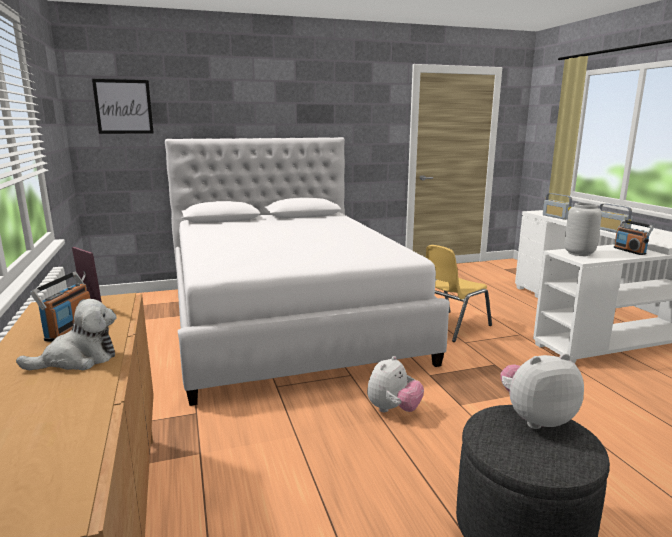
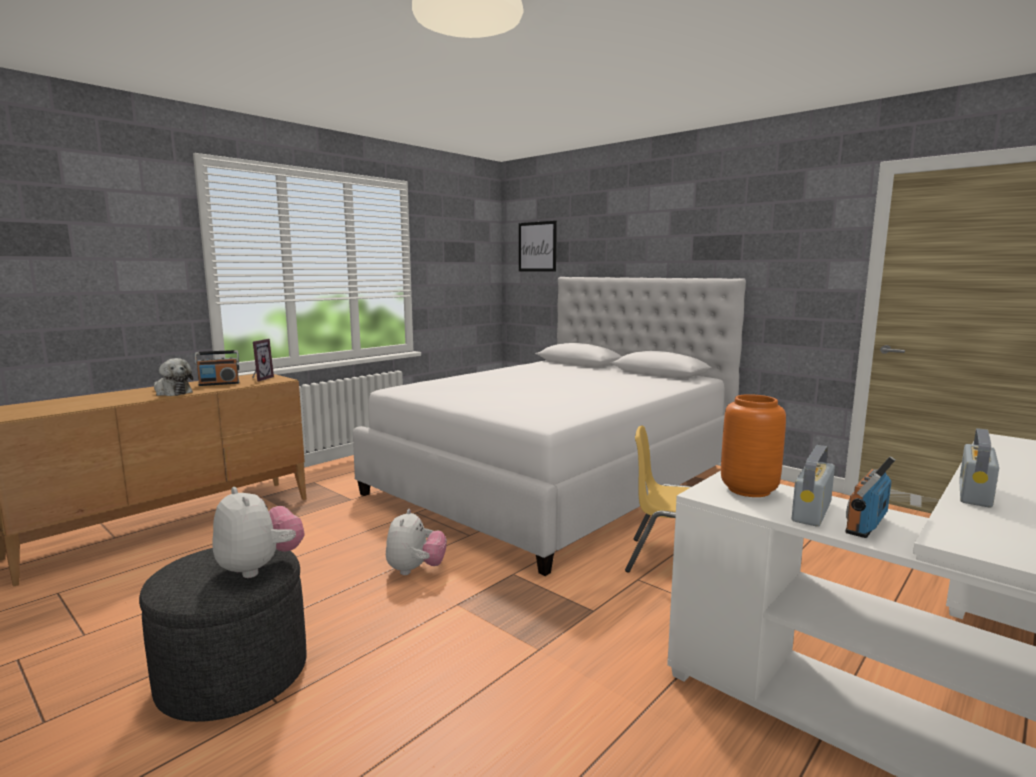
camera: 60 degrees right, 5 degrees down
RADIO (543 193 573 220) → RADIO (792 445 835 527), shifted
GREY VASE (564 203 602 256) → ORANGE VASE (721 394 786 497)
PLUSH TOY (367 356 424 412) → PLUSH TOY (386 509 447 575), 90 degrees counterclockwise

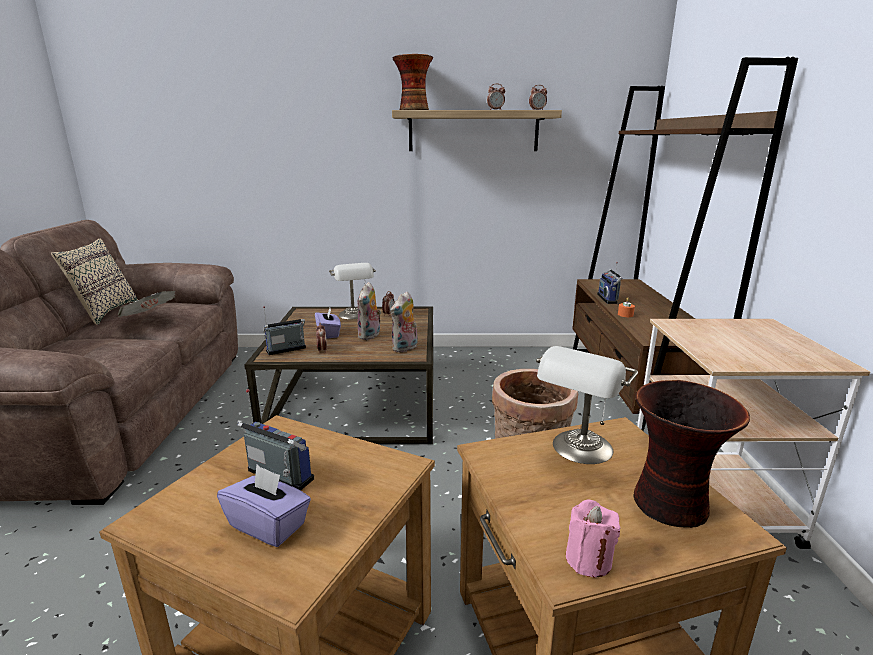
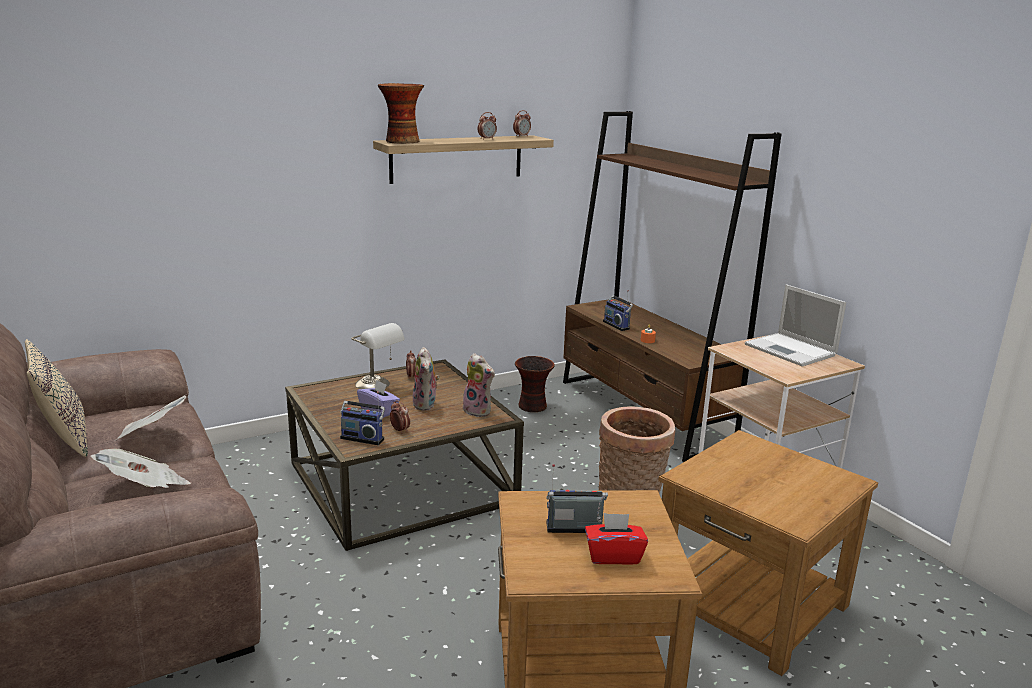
camera: 30 degrees left, 0 degrees up
WHITE TABLE LAMP (536 346 638 464) → -
PINK CANDLE (566 499 620 577) → -
- → NEWSPAPER (90 448 191 488)
- → LAPTOP (745 284 846 366)
VASE (633 380 750 528) → VASE (515 356 555 412), shifted
PURPLE TISSUE BOX (217 465 311 547) → RED TISSUE BOX (585 513 648 565)
RADIO (263 306 306 355) → RADIO (340 391 385 445), 105 degrees counterclockwise
PLUSH TOY (390 292 418 353) → PLUSH TOY (461 353 495 417), 60 degrees counterclockwise

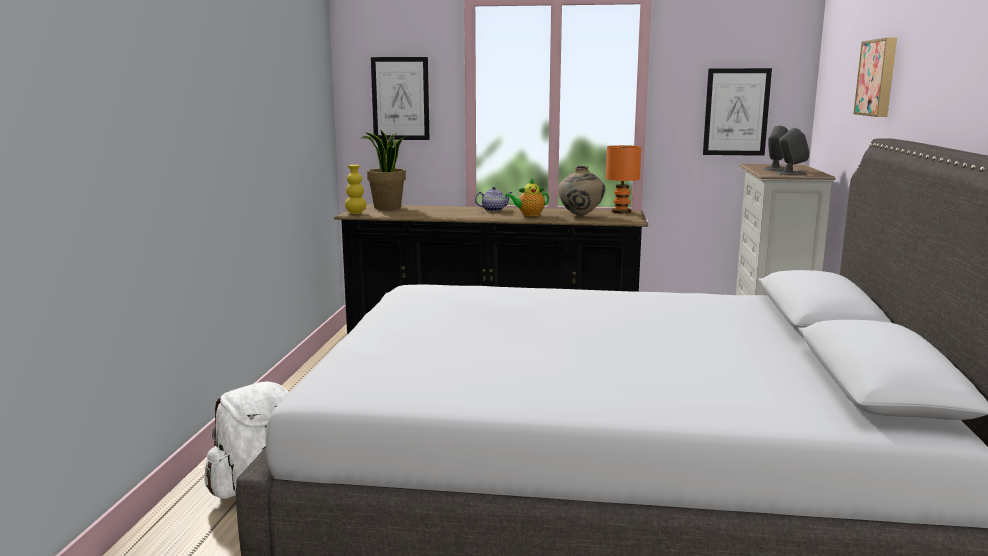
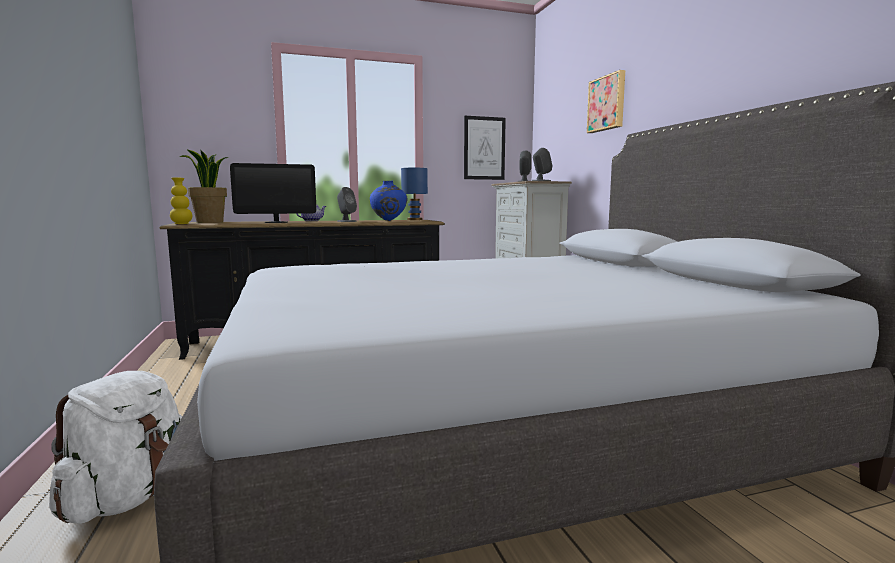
camera: 25 degrees left, 5 degrees down
PICTURE (371 57 429 140) → -
- → MONITOR (230 163 316 223)
TEAPOT (505 178 549 216) → GREY SPEAKER (337 187 357 222)
BEIGE VASE (558 166 605 216) → BLUE VASE (370 181 408 221)
ORANGE TABLE LAMP (606 145 641 214) → BLUE TABLE LAMP (401 168 428 220)

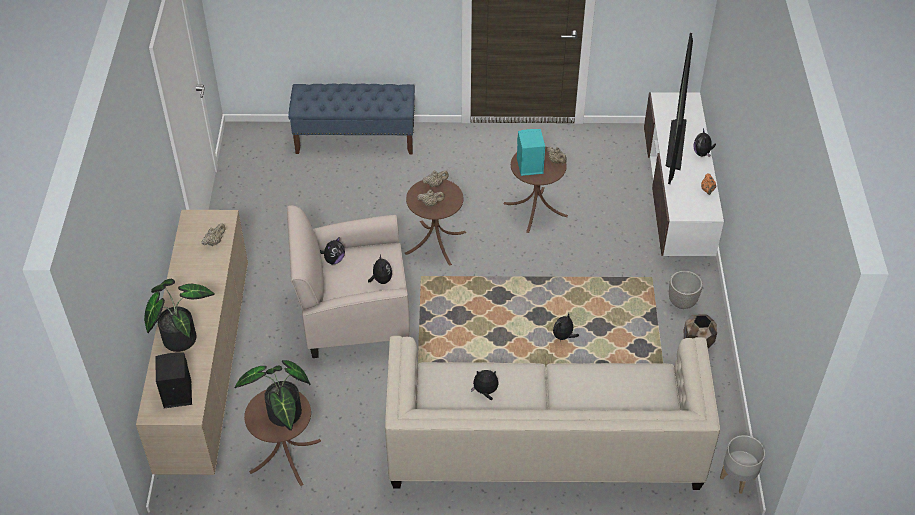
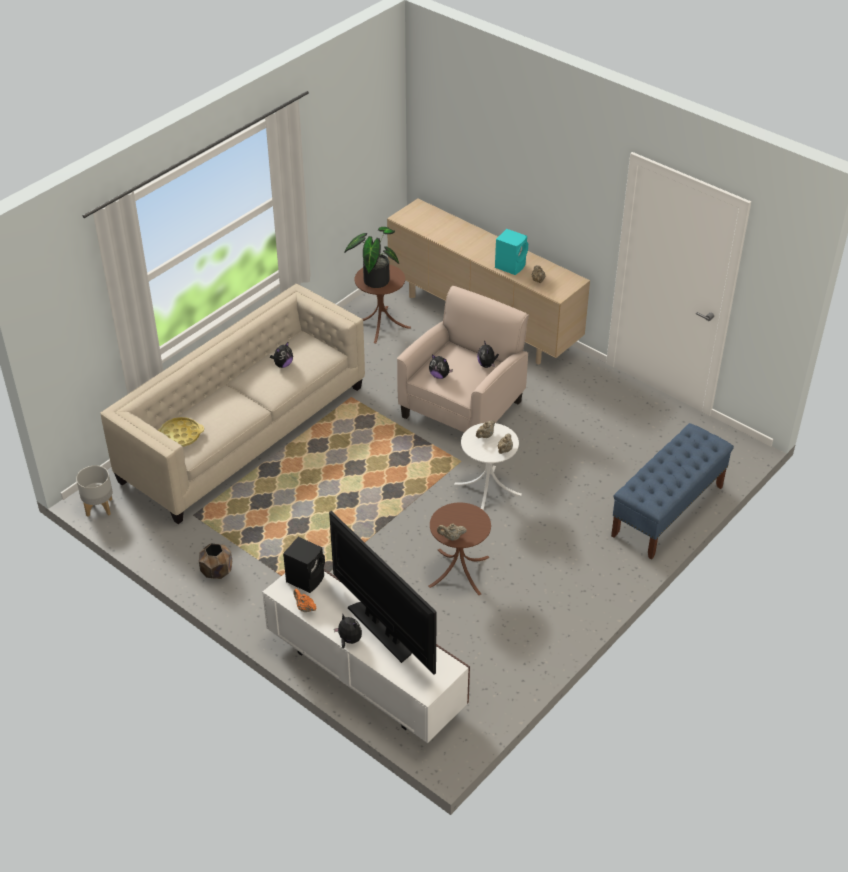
camera: 130 degrees right, 5 degrees down
POTTED PLANT (144 279 215 352) → -
PLUSH TOY (553 313 579 341) → -
PLANTER (669 271 703 309) → -
- → YELLOW TRAY (158 417 204 447)
BLACK SPEAKER (155 352 192 408) → BLACK SPEAKER (283 537 325 593), shifted
TURQUOISE SPEAKER (517 129 545 176) → TURQUOISE SPEAKER (495 229 528 275), shifted
BROWN SIDE TABLE (405 180 466 266) → WHITE SIDE TABLE (454 423 522 510)

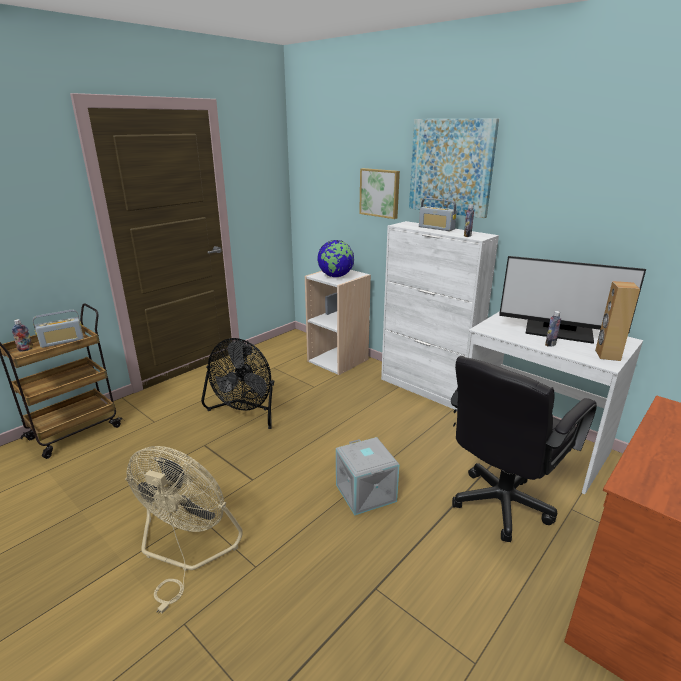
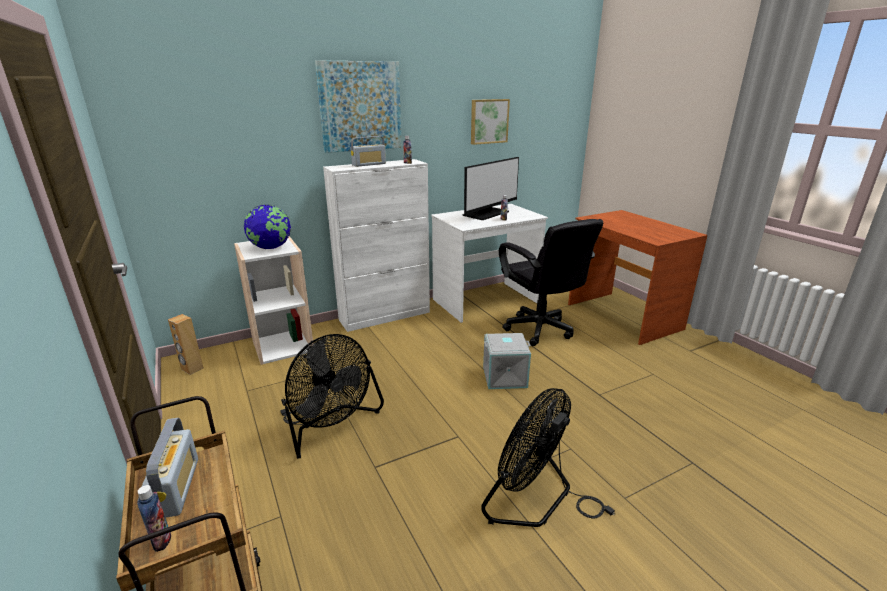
camera: 70 degrees left, 0 degrees up
PICTURE (359 168 400 219) → PICTURE (471 99 510 145), shifted
BROWN SPEAKER (595 281 640 361) → BROWN SPEAKER (168 314 204 375), shifted
BEIGE FAN (125 446 243 614) → BLACK FAN (481 388 615 527)

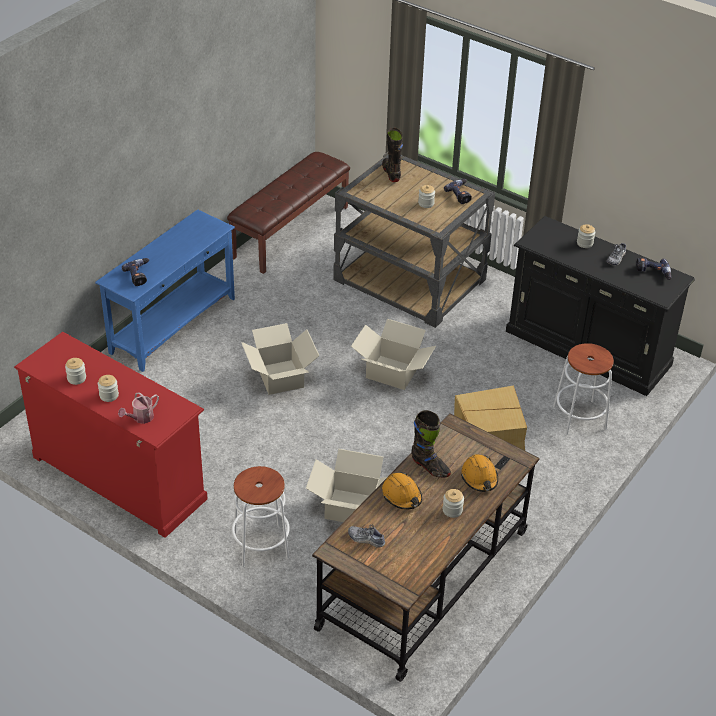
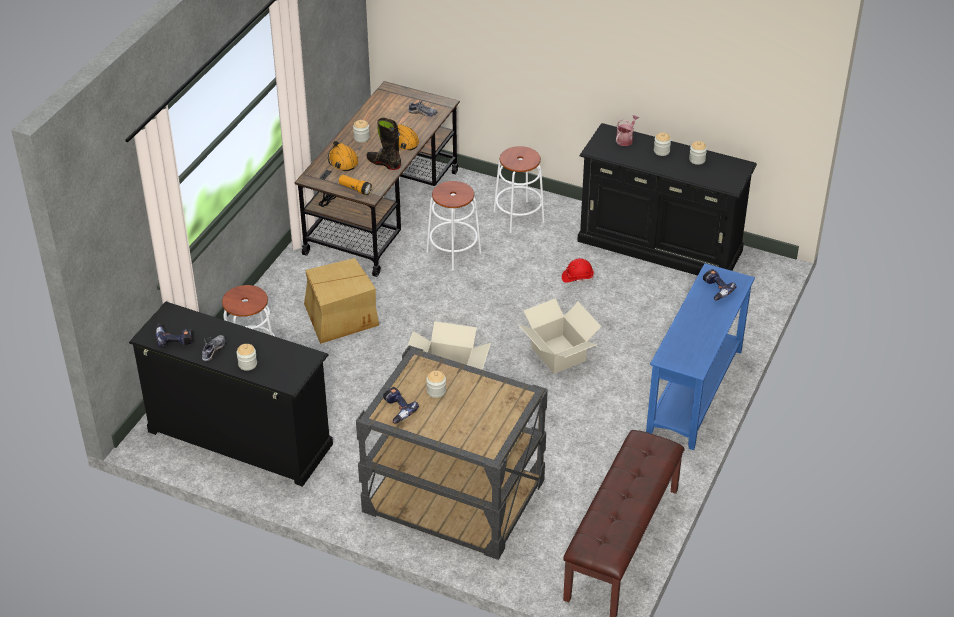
camera: 170 degrees right, 0 degrees up
BLACK BOOT (382 128 403 182) → -
- → FLASHLIGHT (339 174 372 195)
- → RED HARD HAT (562 258 594 283)
CARDBOARD BOX (306 449 387 522) → WHITE STOOL (426 181 482 270)
RED CABINET (14 332 208 538) → BLACK CABINET (577 123 757 276)

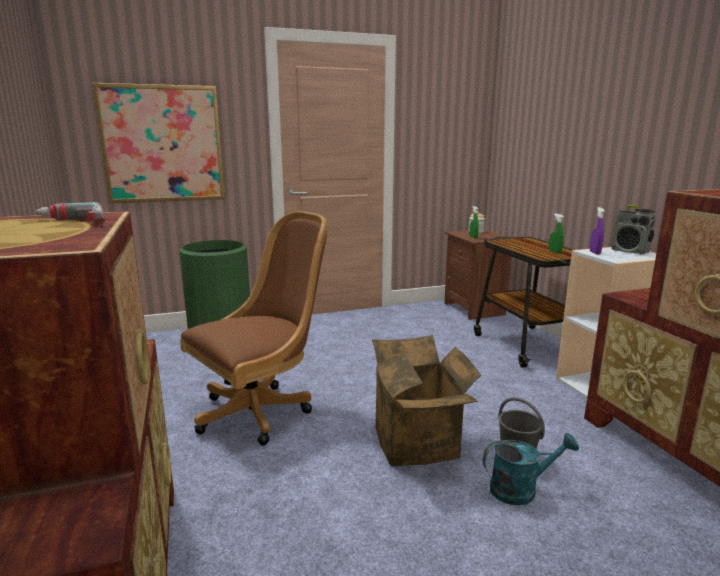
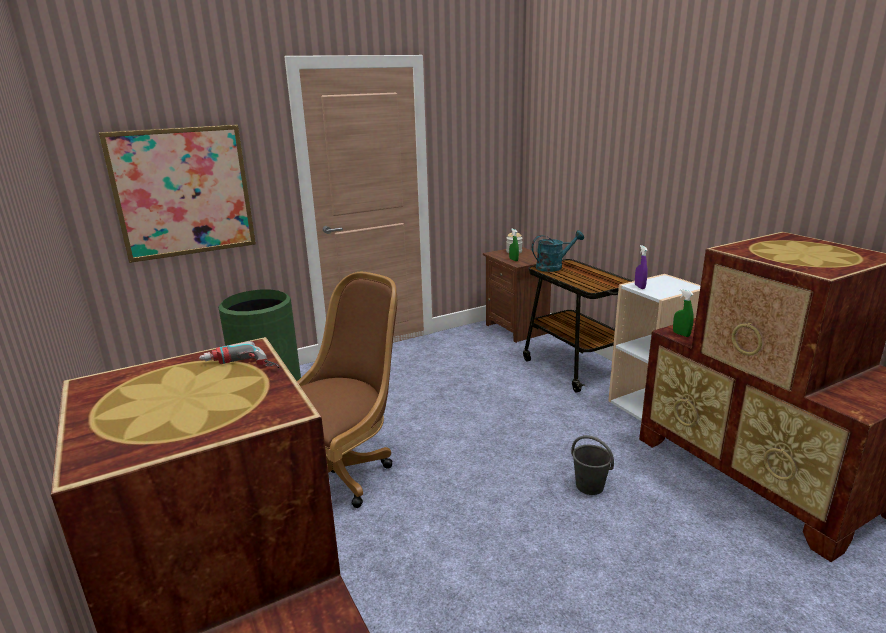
camera: 10 degrees left, 5 degrees up
CARDBOARD BOX (372 335 482 466) → -
RADIO (611 205 656 254) → -
TURQUOISE WATERING CAN (483 433 579 505) → TURQUOISE WATERING CAN (532 230 584 272), shifted
GREEN SPRAY BOTTLE (549 214 564 254) → GREEN SPRAY BOTTLE (673 289 694 337), shifted

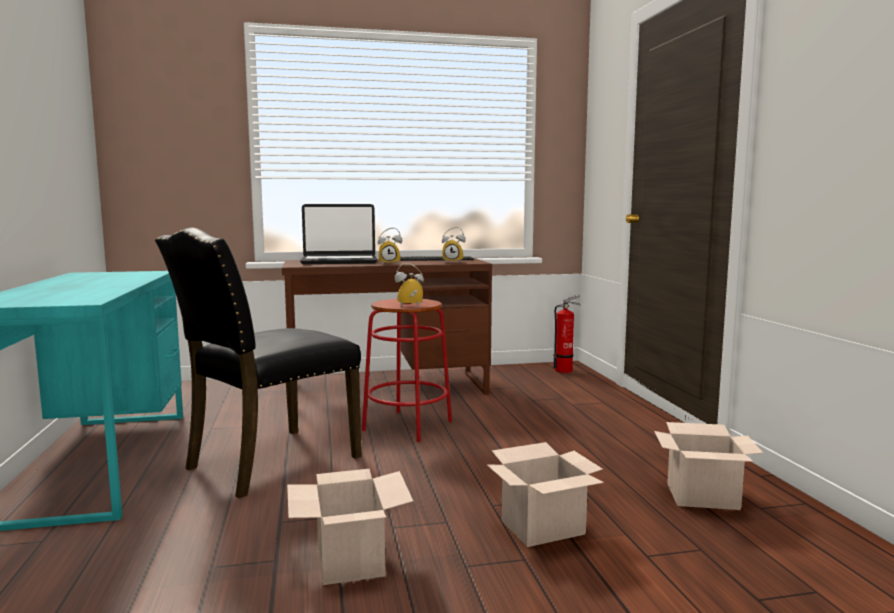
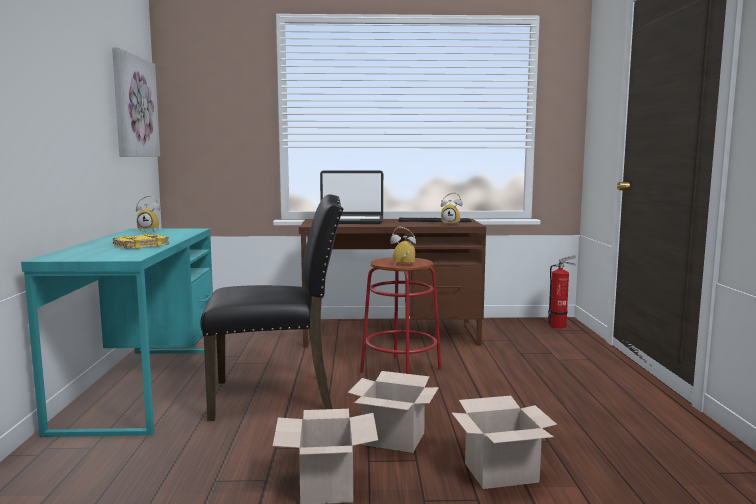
camera: 10 degrees right, 0 degrees up
- → PICTURE (112 47 160 157)
- → YELLOW BOOK (113 234 169 249)
ALARM CLOCK (378 228 402 265) → ALARM CLOCK (136 196 160 231), shifted
CARDBOARD BOX (654 422 763 510) → CARDBOARD BOX (348 371 439 453), shifted
BLACK CHAIR (155 228 361 498) → BLACK CHAIR (200 194 343 421), 150 degrees counterclockwise

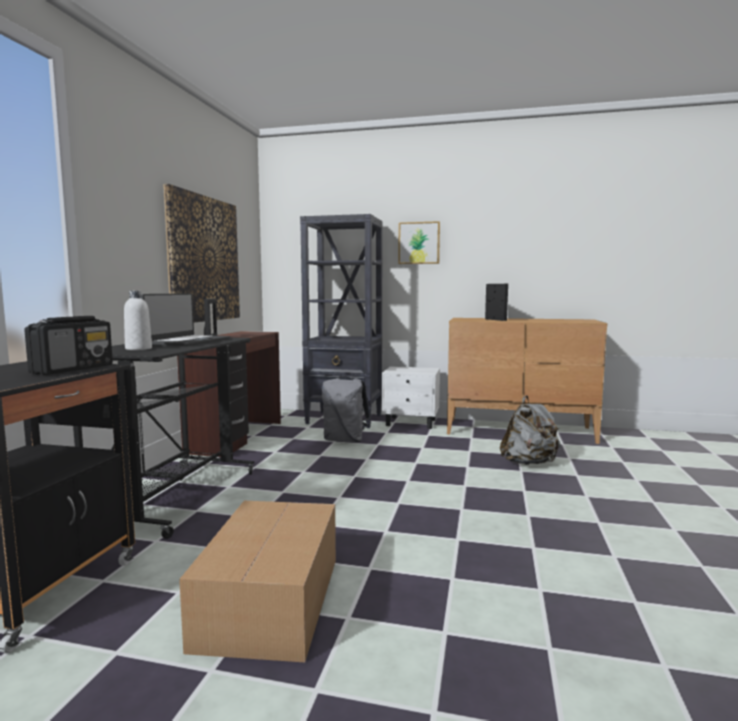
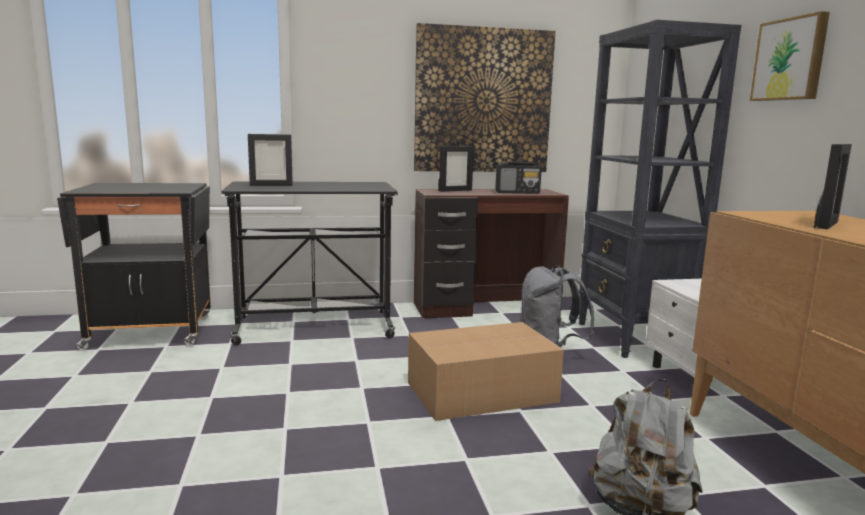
camera: 65 degrees right, 5 degrees up
LAPTOP (141 293 230 346) → -
RADIO (24 316 113 375) → RADIO (495 161 542 194), shifted
CARDBOARD BOX (179 501 336 662) → CARDBOARD BOX (408 322 564 421), shifted
WHITE BOTTLE (124 291 152 350) → PICTURE FRAME (248 134 293 186)

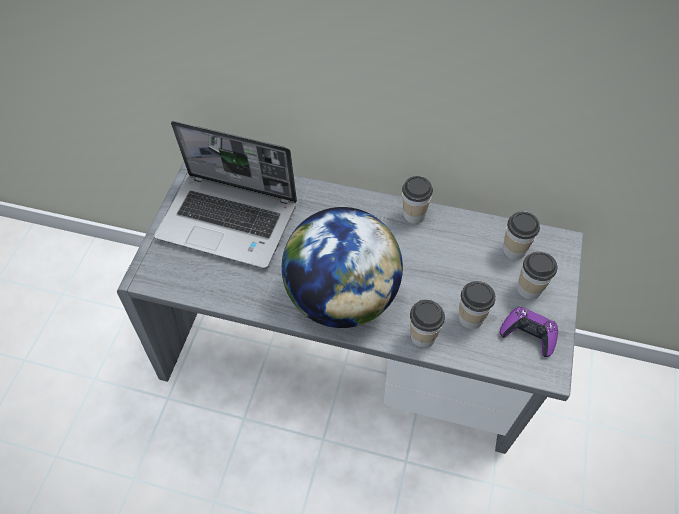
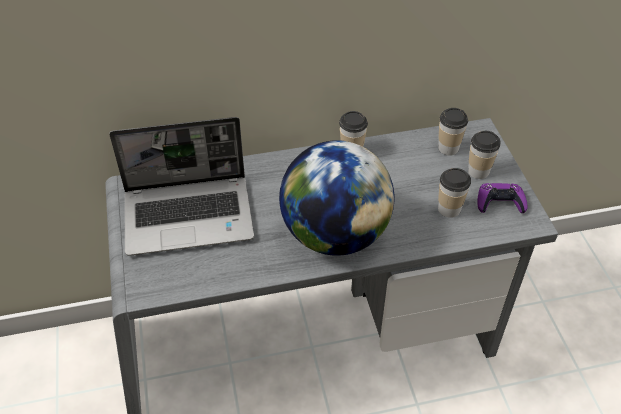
camera: 30 degrees left, 10 degrees down
CUP (410 300 445 348) → -

